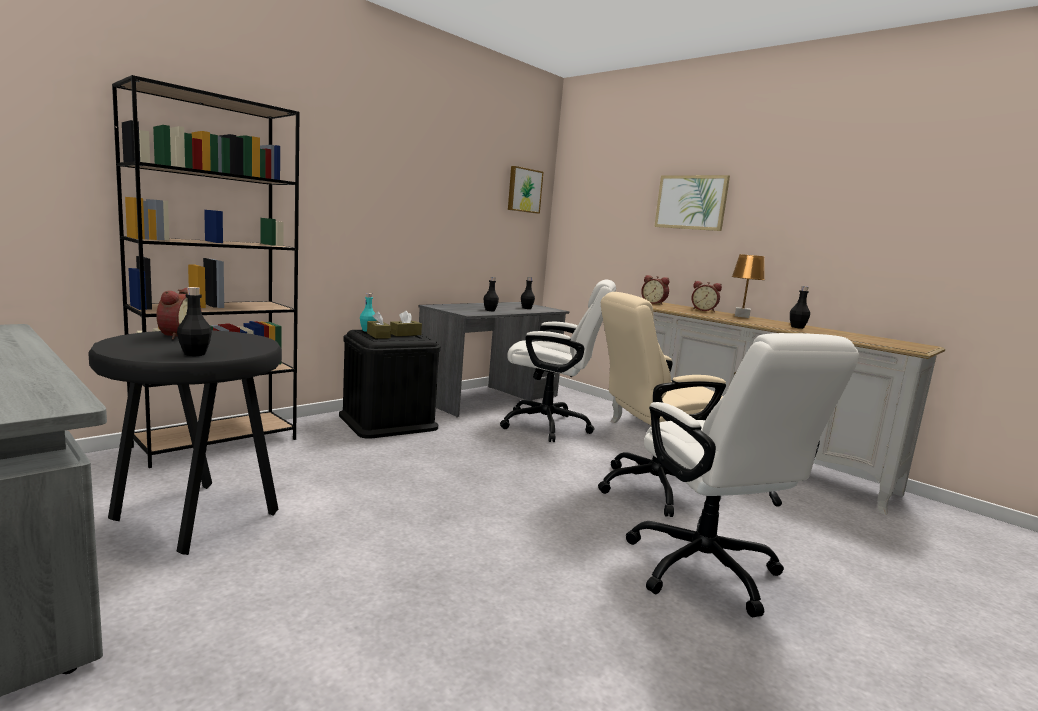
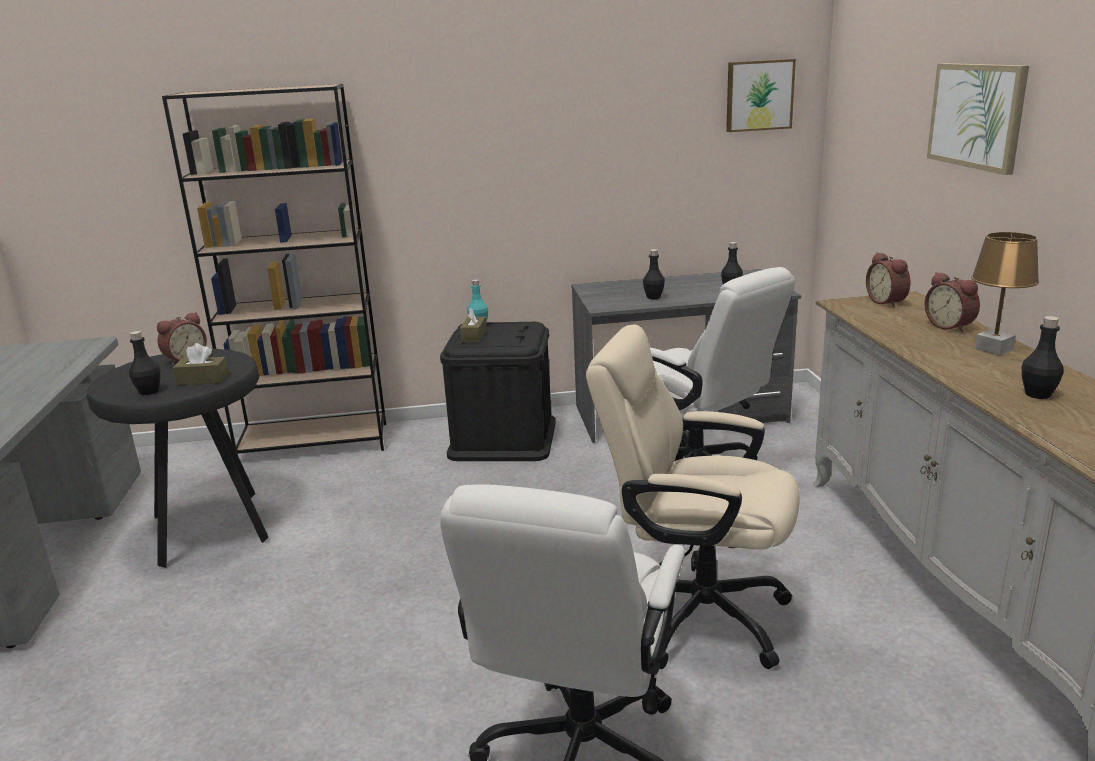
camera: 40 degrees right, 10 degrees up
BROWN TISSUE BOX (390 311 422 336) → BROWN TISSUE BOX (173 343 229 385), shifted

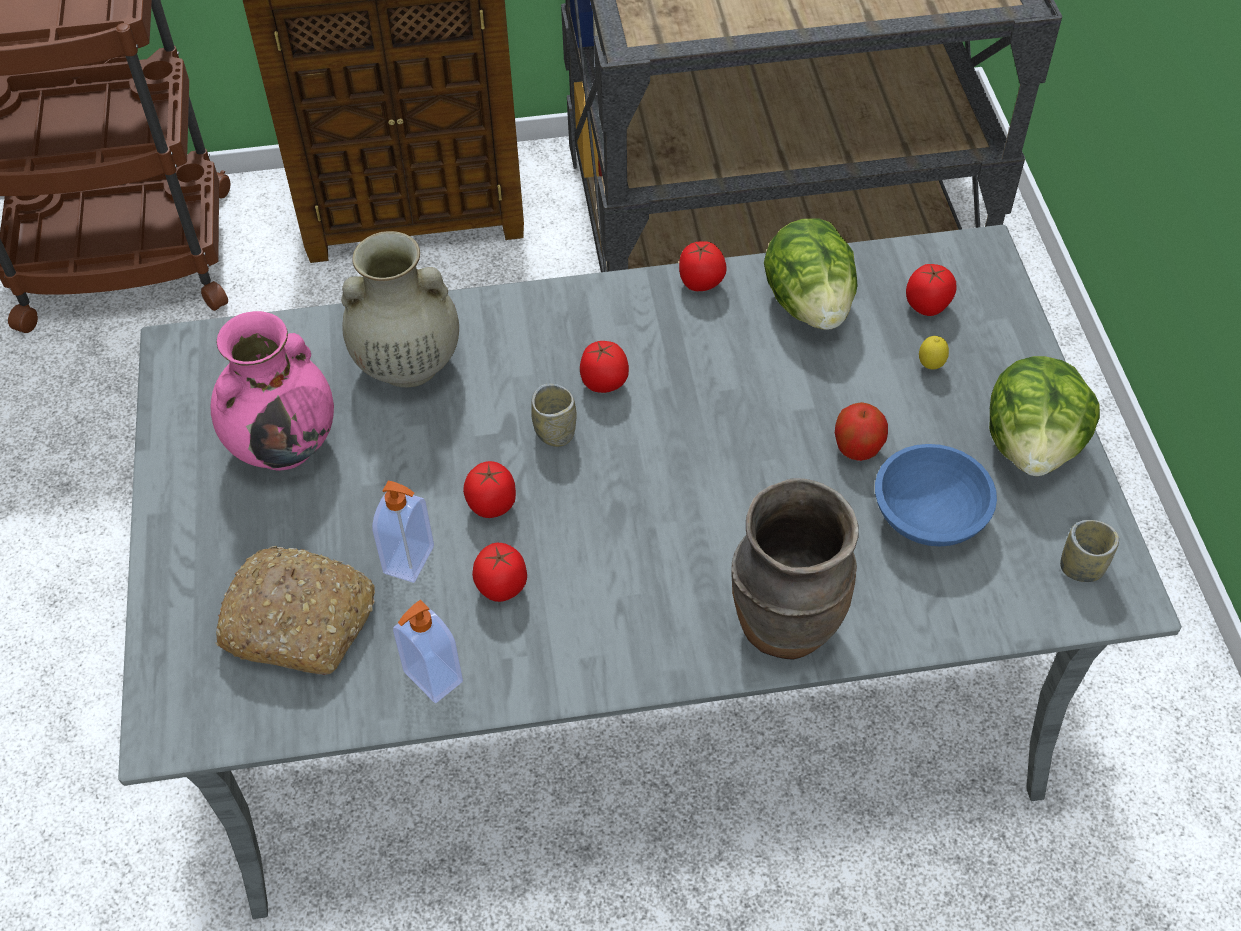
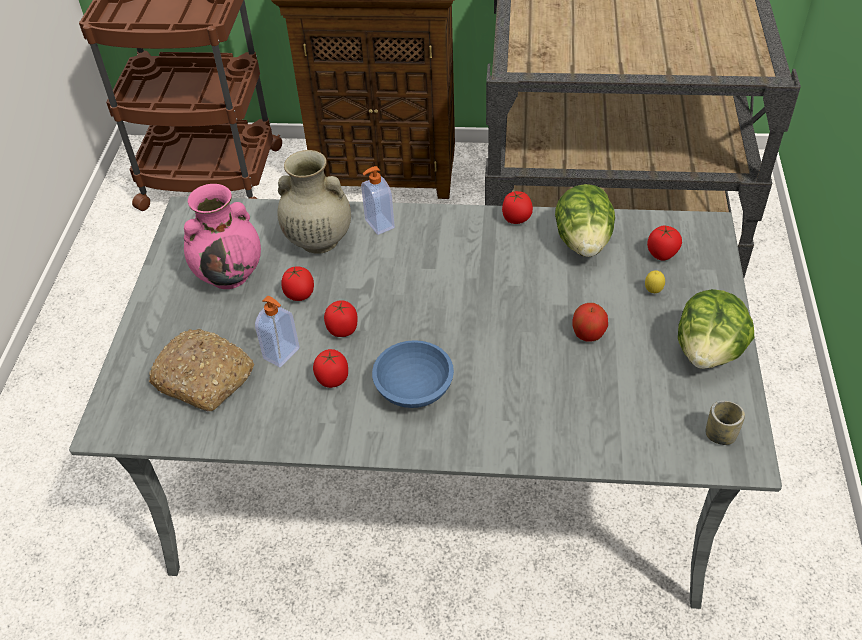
camera: 15 degrees right, 5 degrees down
CUP (531 384 577 447) → -
BROWN VASE (731 478 858 660) → -
SOAP DISPENSER (393 600 463 703) → SOAP DISPENSER (361 166 395 235), shifted
TOMATO (580 341 629 393) → TOMATO (281 266 314 301), shifted
BLUE BOWL (875 444 997 546) → BLUE BOWL (372 340 454 408), shifted

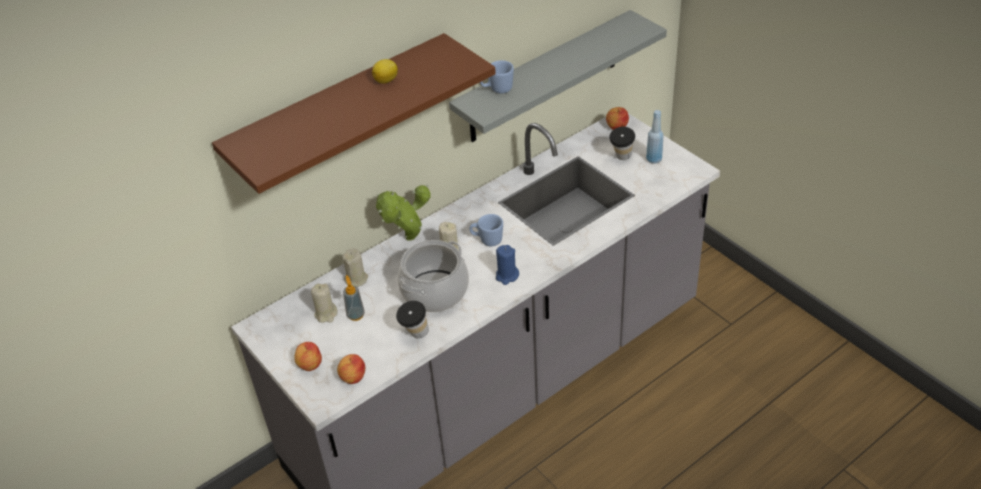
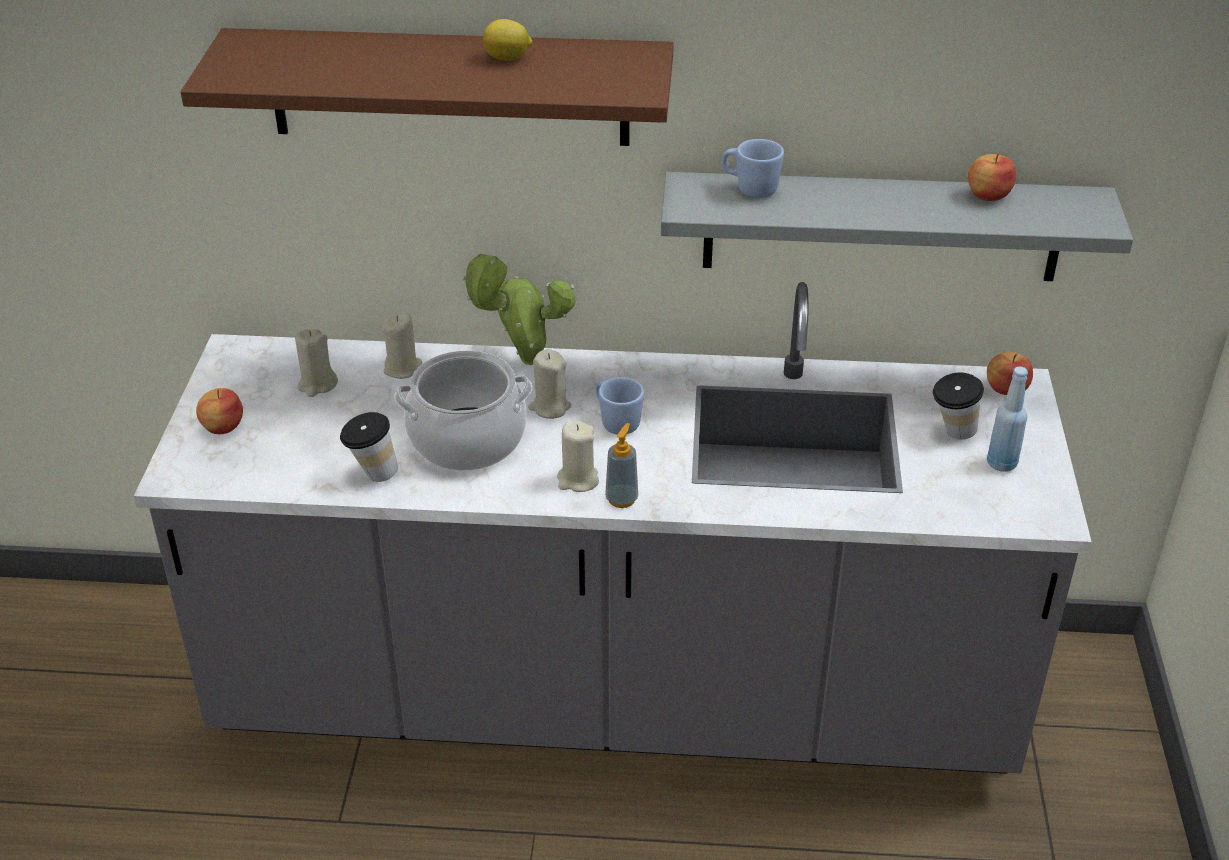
camera: 40 degrees right, 5 degrees down
APPLE (337 354 365 384) → APPLE (968 153 1016 201), shifted
SOAP DISPENSER (343 275 365 321) → SOAP DISPENSER (605 423 638 508), shifted
BLUE CANDLE (496 245 519 285) → BEIGE CANDLE (557 421 599 492)

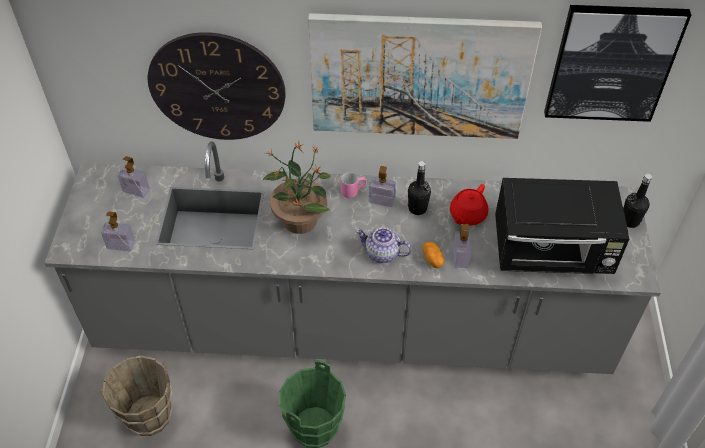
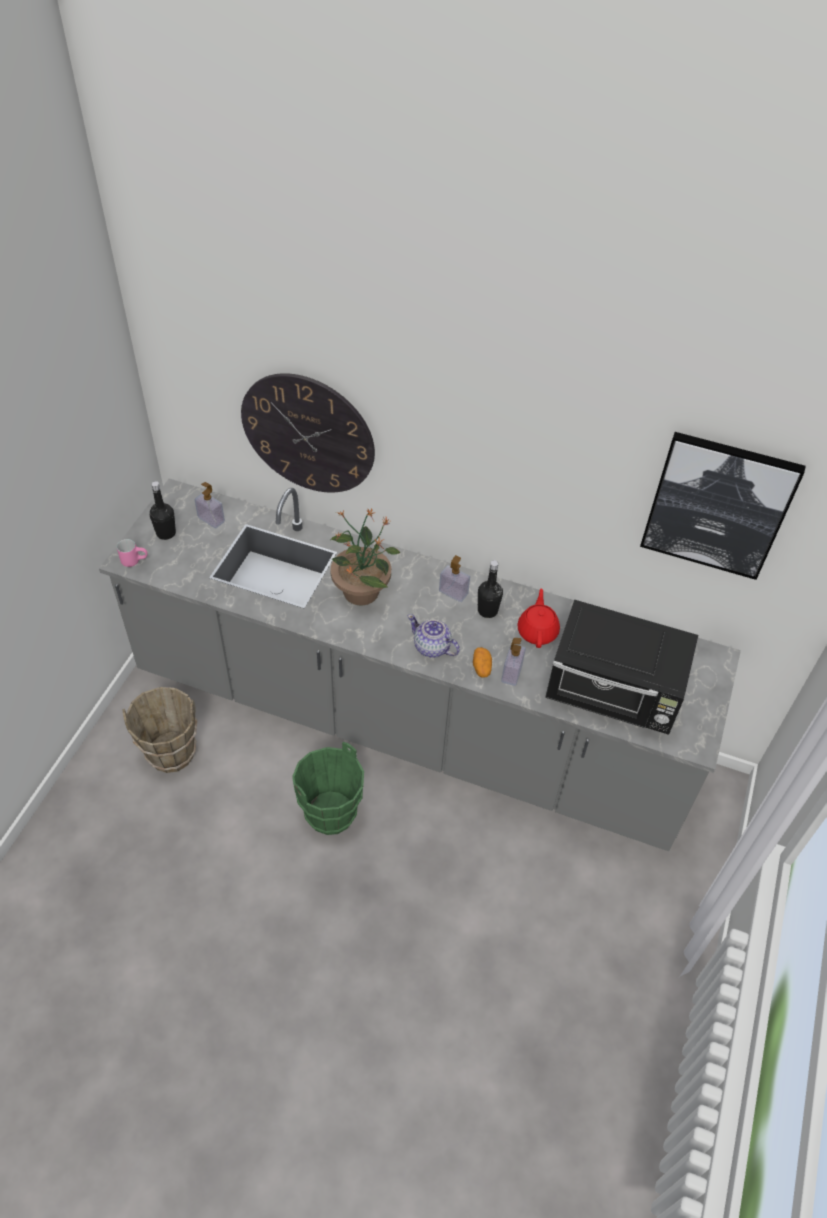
camera: 15 degrees right, 0 degrees up
SOAP DISPENSER (101 211 135 251) → -
PICTURE (308 13 542 139) → -
PINK MUG (341 172 367 198) → PINK MUG (117 539 148 567), shifted
BLACK BOTTLE (623 174 652 228) → BLACK BOTTLE (150 481 176 540), shifted
RED TEAPOT (450 184 489 226) → RED TEAPOT (517 588 560 648), 135 degrees clockwise

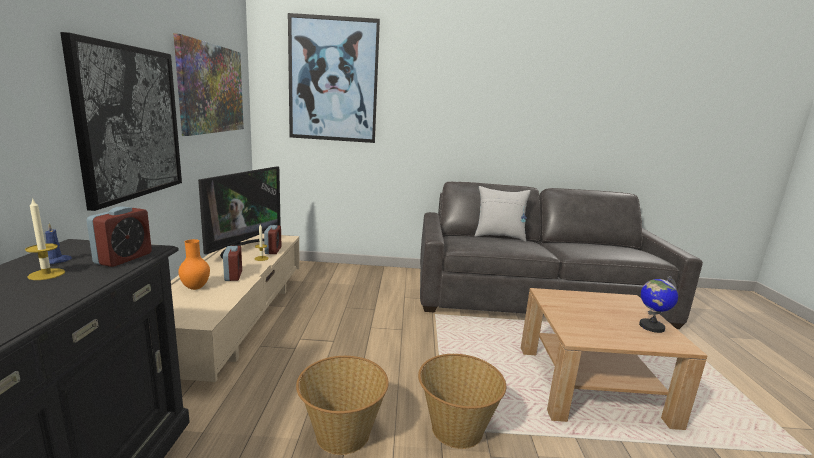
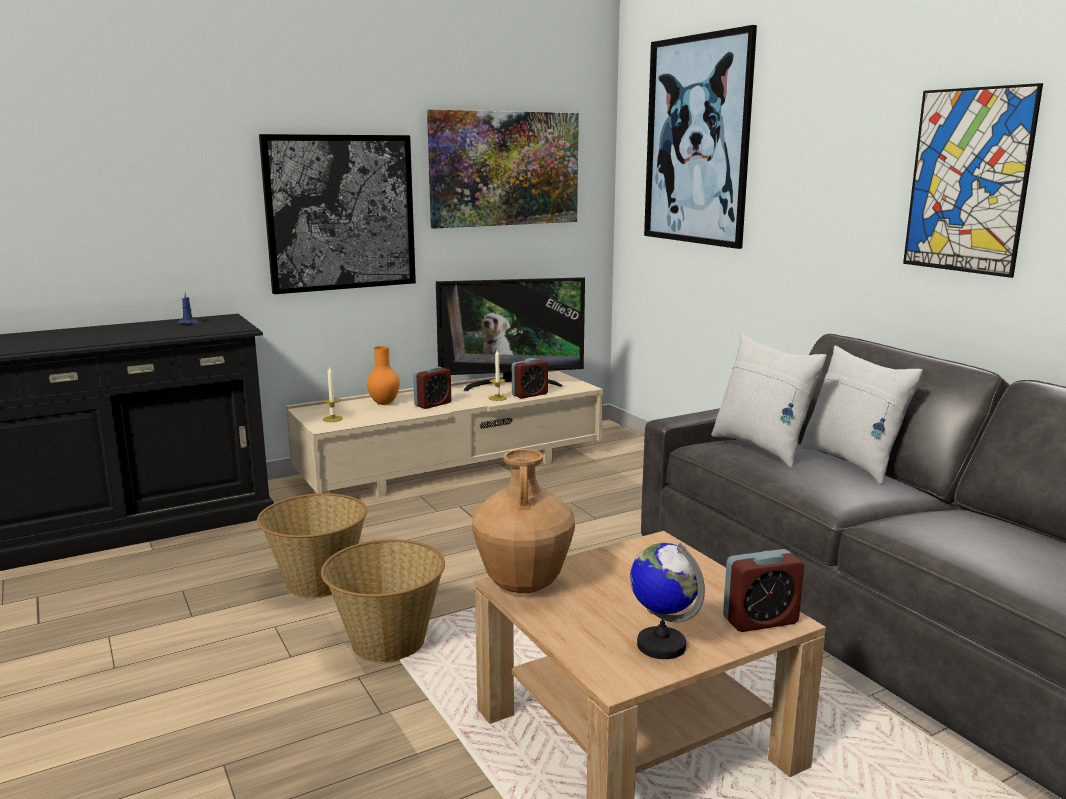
camera: 60 degrees right, 0 degrees up
- → BROWN VASE (472 449 575 593)
- → GREY PILLOW (711 334 827 468)
- → PICTURE (903 83 1043 278)
CANDLE (25 198 65 280) → CANDLE (323 366 343 422), shifted
ALARM CLOCK (86 206 152 267) → ALARM CLOCK (723 549 804 632), shifted

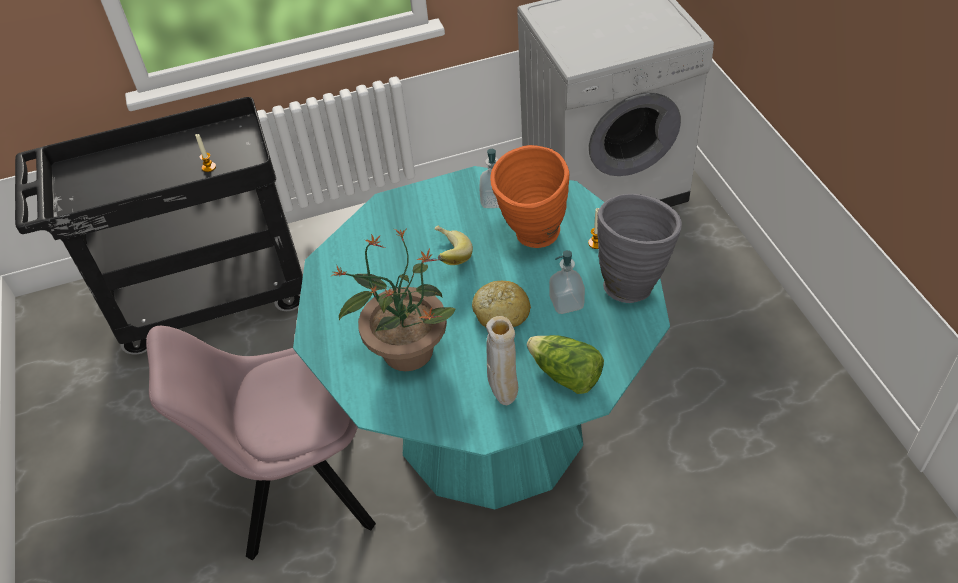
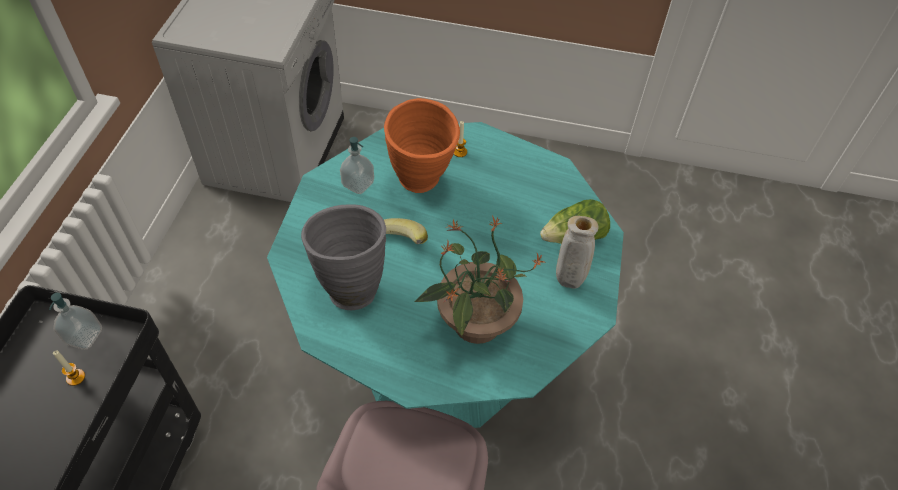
camera: 65 degrees left, 5 degrees up
BREAD (472 281 531 327) → -
SOAP DISPENSER (549 250 585 314) → SOAP DISPENSER (49 293 102 350), shifted
GREY VASE (597 194 682 303) → GREY VASE (301 205 386 310), shifted

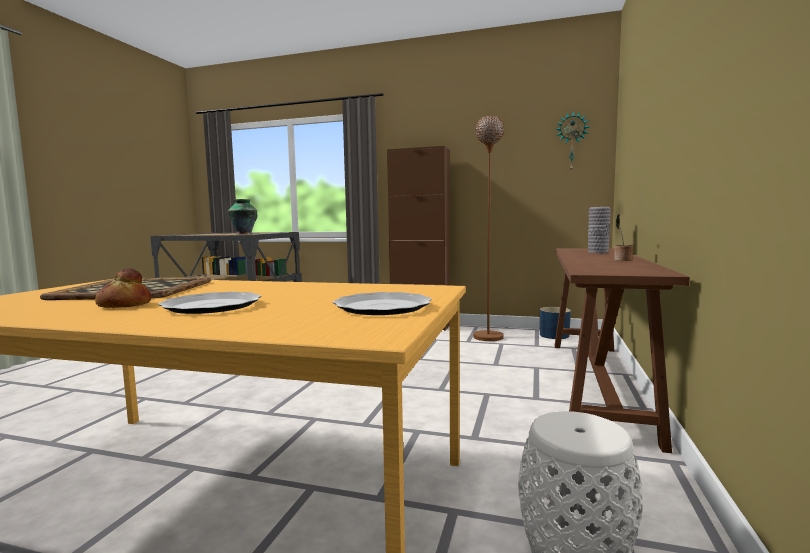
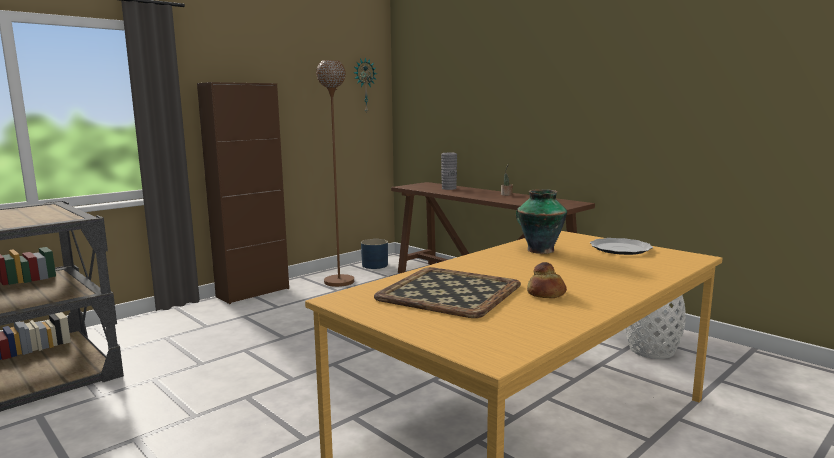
camera: 60 degrees left, 5 degrees up
PLATE (158 292 261 314) → -
VASE (228 199 257 235) → VASE (516 189 567 254), shifted

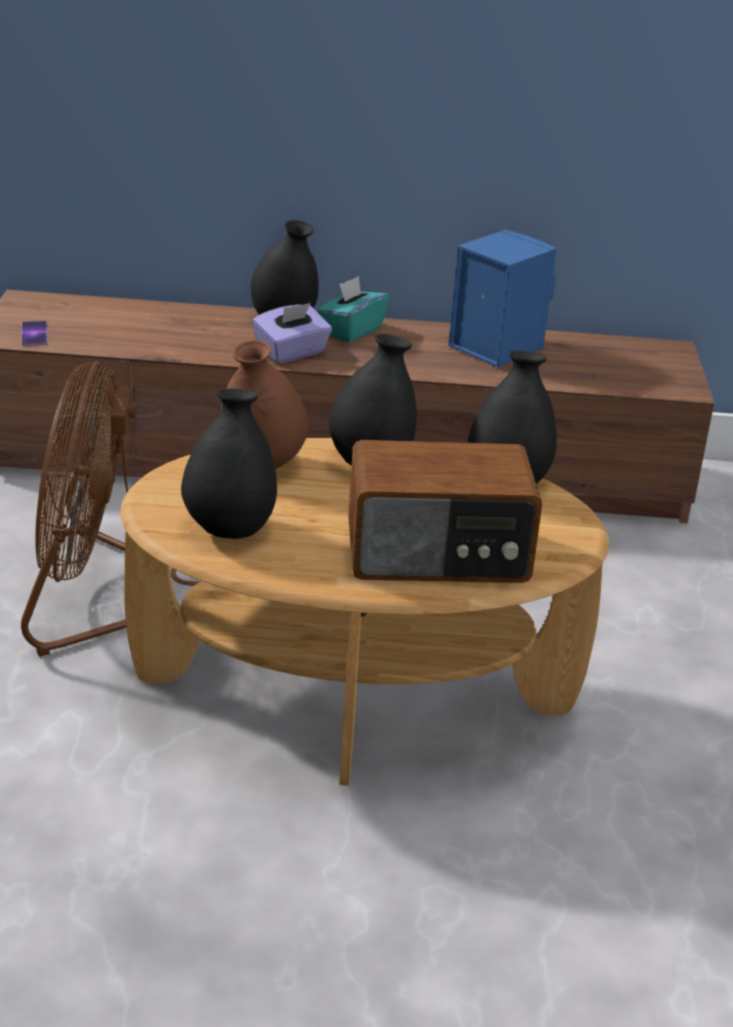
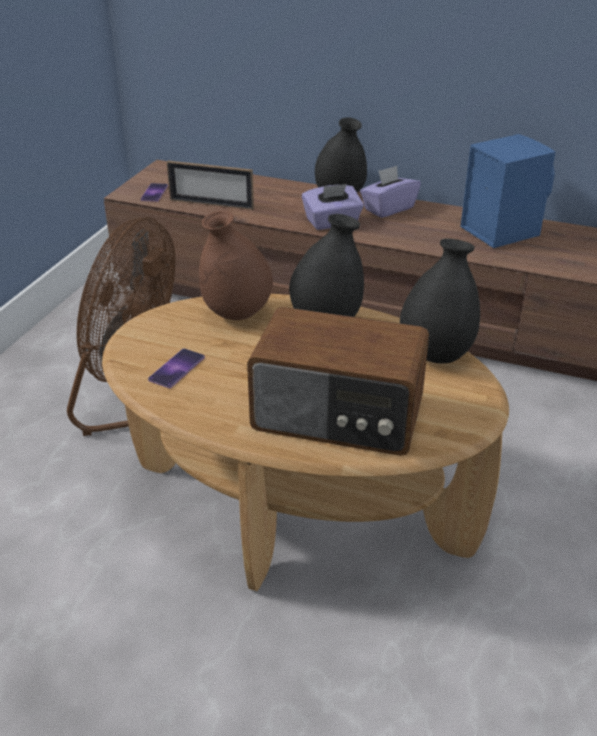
camera: 20 degrees right, 5 degrees up
- → PICTURE FRAME (167 161 254 210)
BLACK VASE (181 389 277 539) → PHONE (148 348 205 388)
TURQUOISE TISSUE BOX (317 276 390 343) → PURPLE TISSUE BOX (360 166 421 218)

